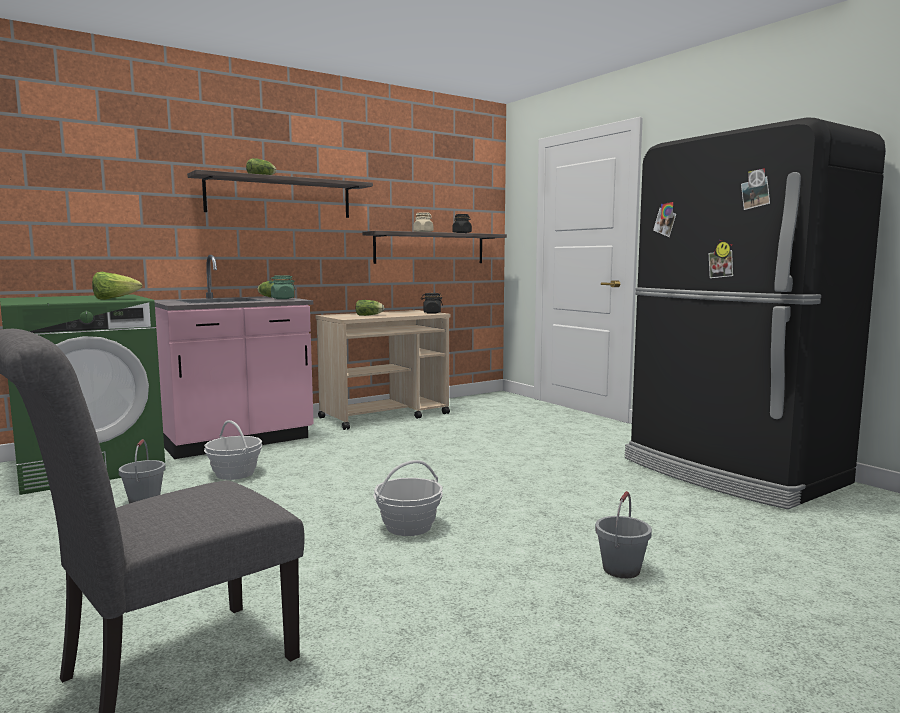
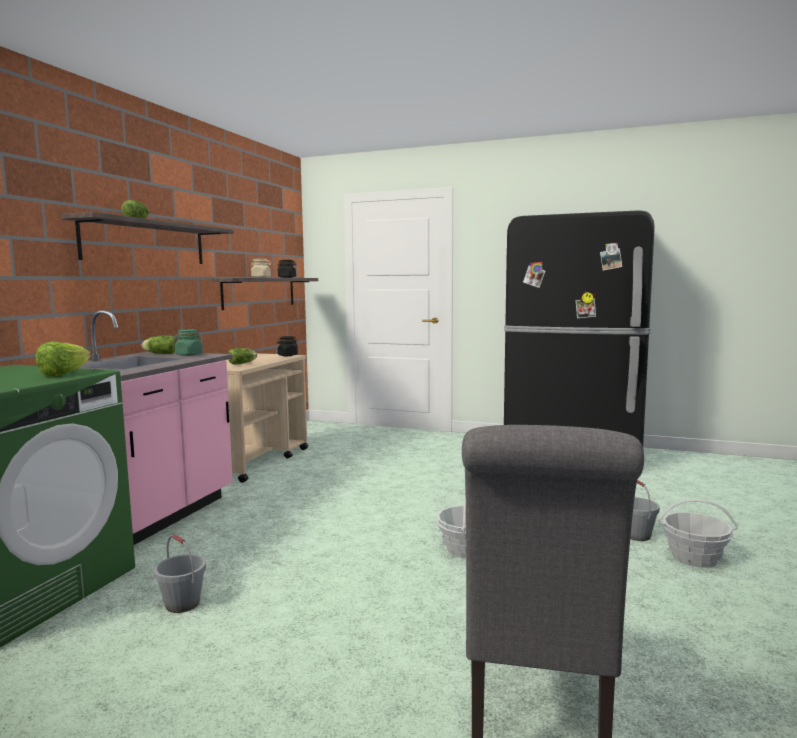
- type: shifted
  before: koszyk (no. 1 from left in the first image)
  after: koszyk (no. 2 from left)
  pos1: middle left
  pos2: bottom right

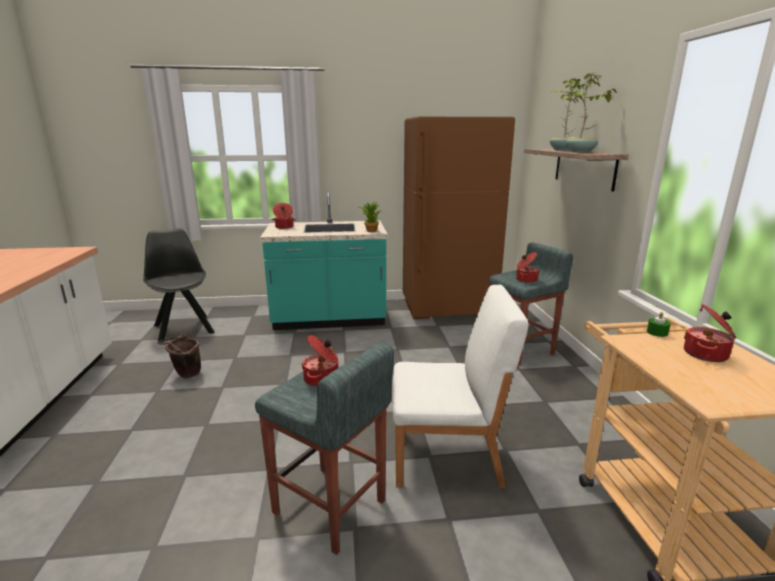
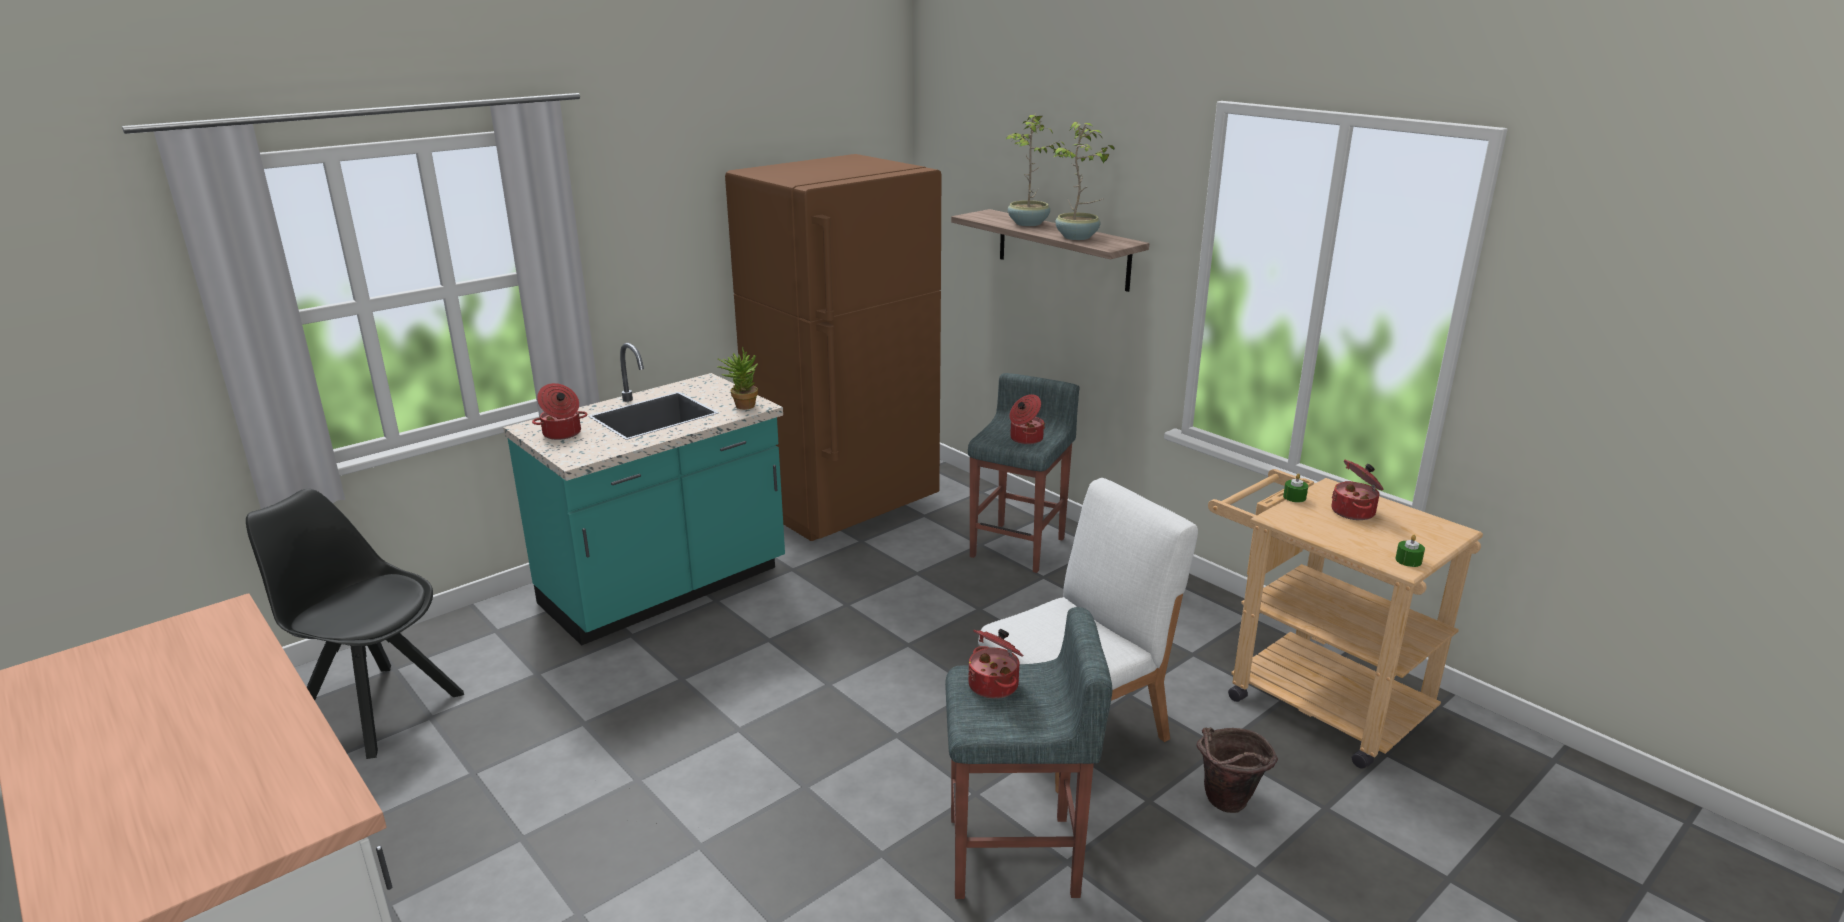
- type: shifted
  before: wiadro [brązowy]
  pos1: middle left
  pos2: bottom right
- type: new
  after: świeca [zielony] (no. 2 from left)
  pos2: middle right

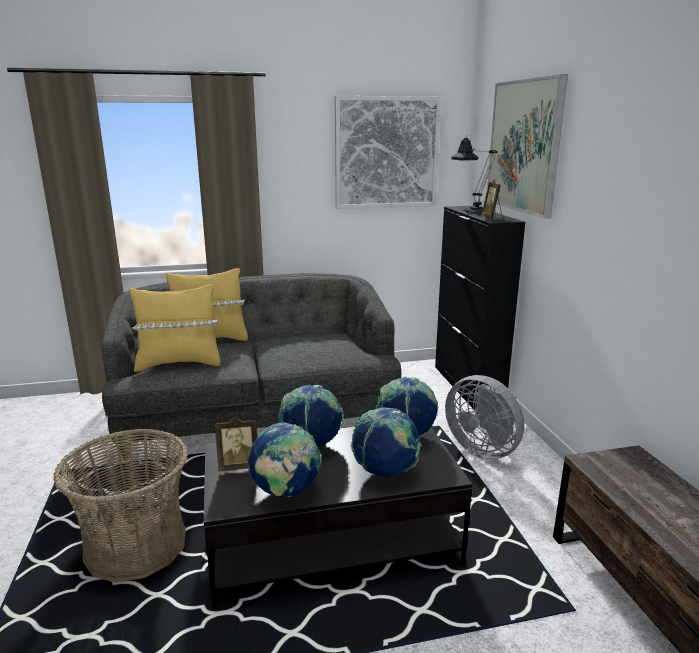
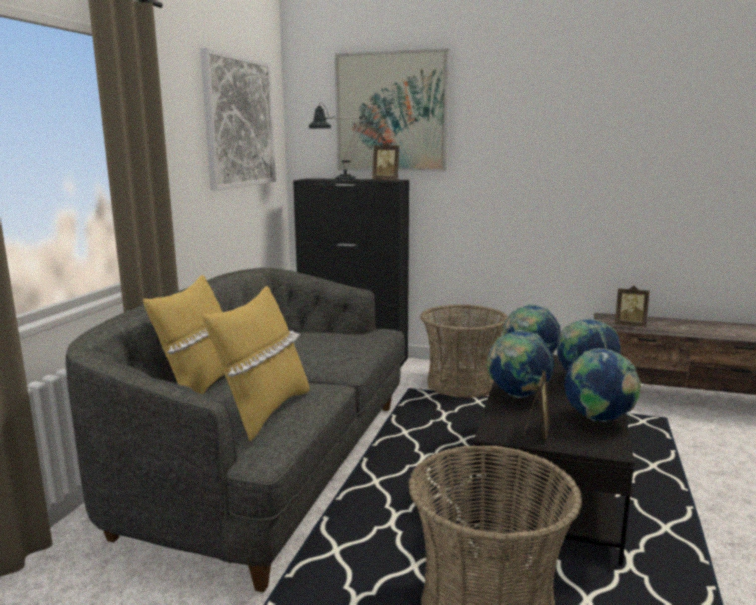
- type: swapped
  before: wentylator [szary]
  after: koszyk (no. 1 from left)
  pos1: middle right
  pos2: centre
- type: new
  after: ramka na zdjęcie (no. 3 from left)
  pos2: middle right

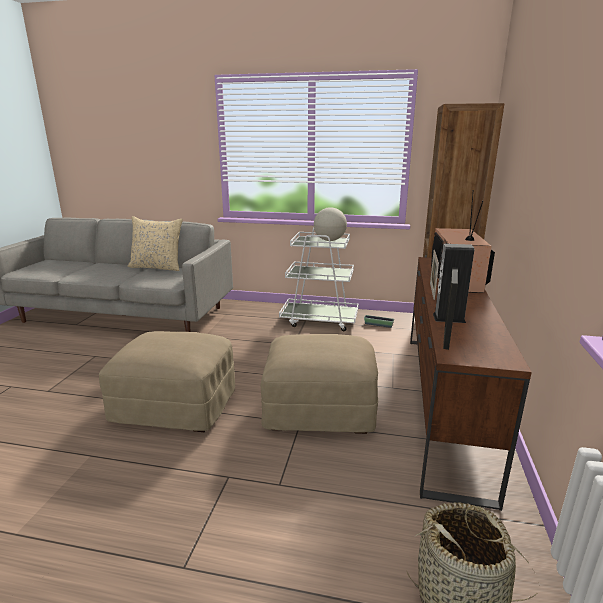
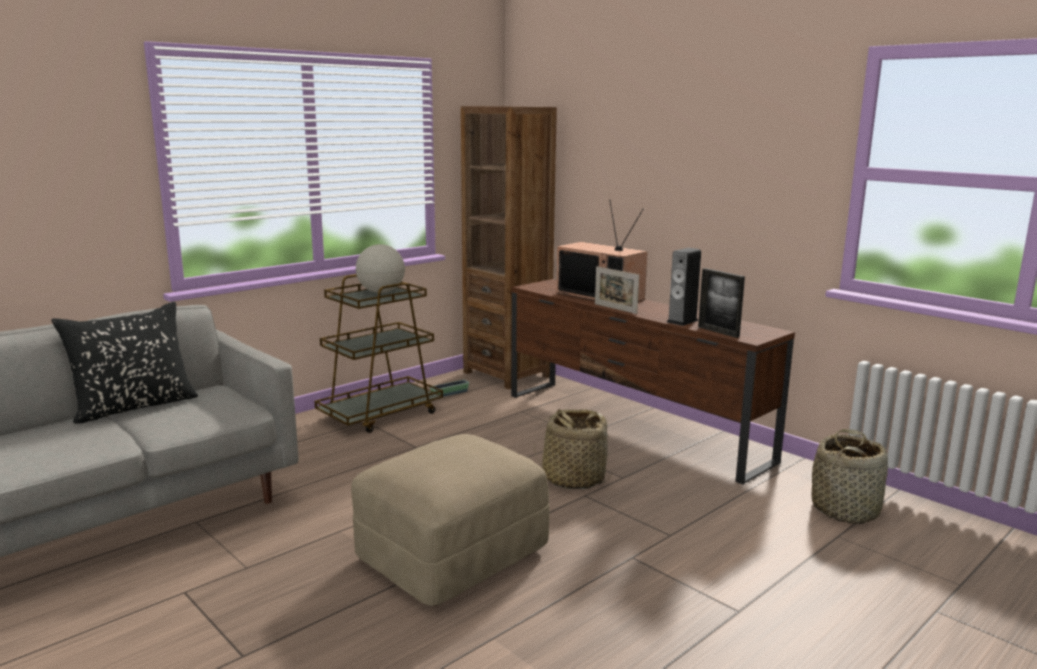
- type: repainted
  before: poduszka [beżowy]
  after: poduszka [czarny]
  pos1: middle left
  pos2: middle left
- type: repainted
  before: wózek [biały]
  after: wózek [brązowy]
  pos1: centre
  pos2: centre
- type: swapped
  before: pufa [beżowy] (no. 2 from left)
  after: koszyk (no. 1 from left)
  pos1: centre
  pos2: bottom centre

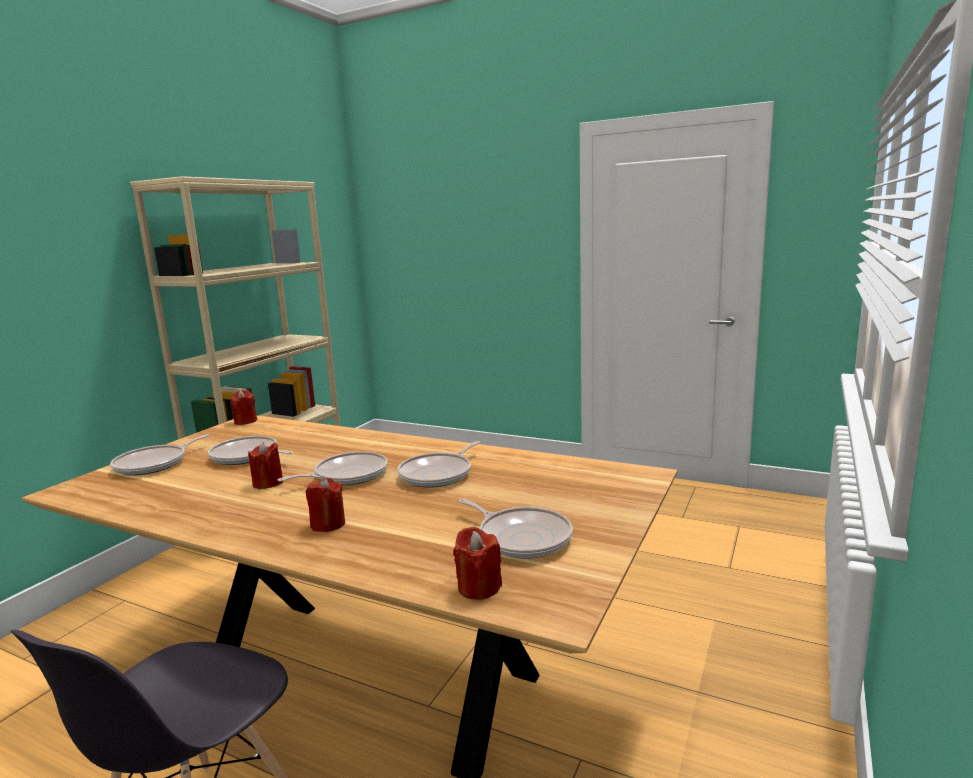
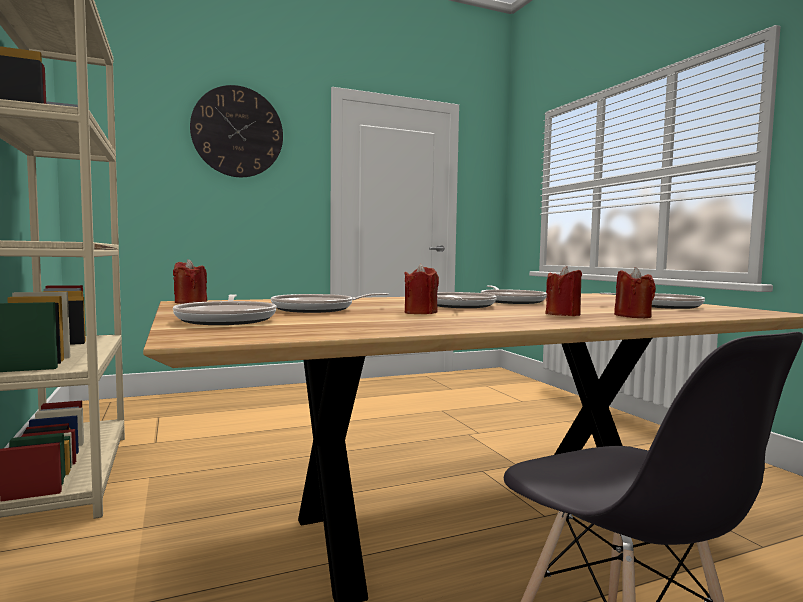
- type: new
  after: zegar ścienny
  pos2: top left
- type: shifted
  before: świeca [czerwony] (no. 4 from left)
  pos1: bottom centre
  pos2: middle right

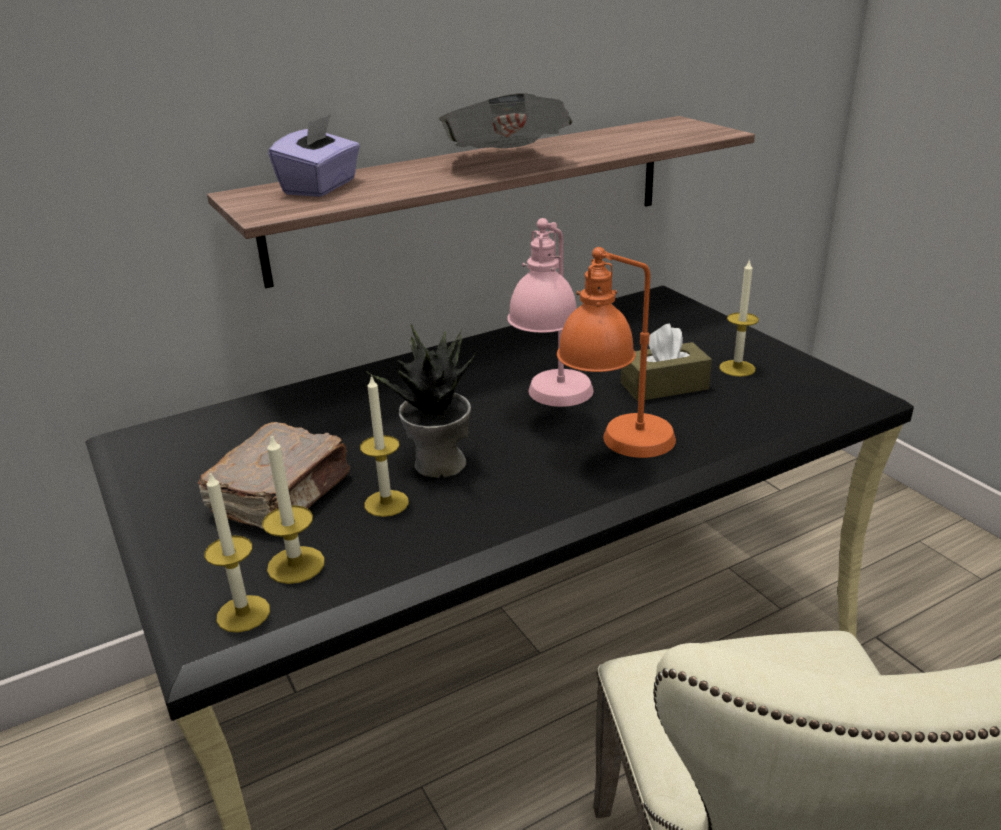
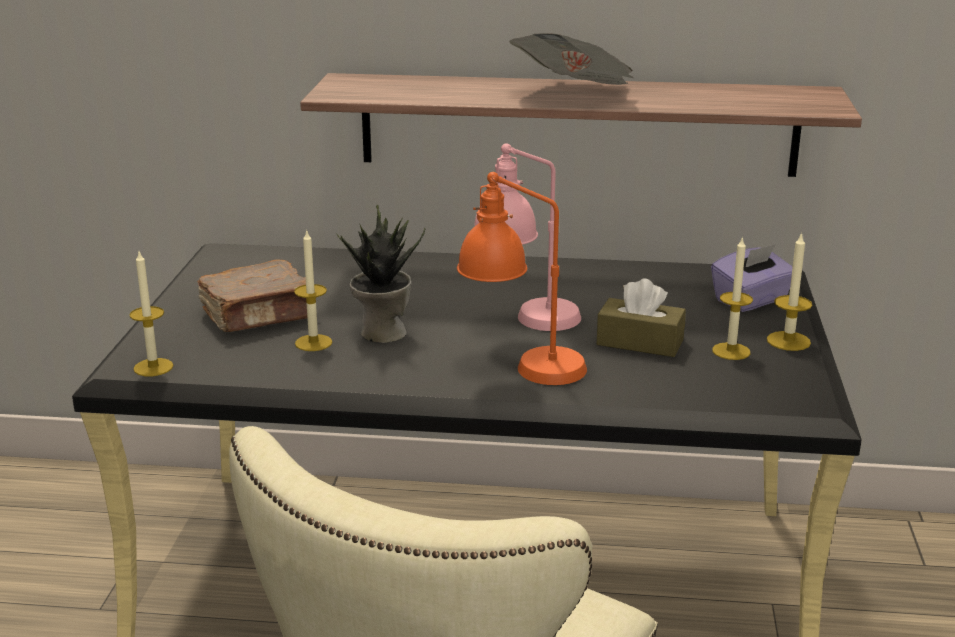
- type: shifted
  before: pudełko chusteczek [fioletowy]
  pos1: top left
  pos2: middle right
- type: shifted
  before: świeca (no. 2 from left in the first image)
  after: świeca (no. 4 from left)
  pos1: middle left
  pos2: middle right

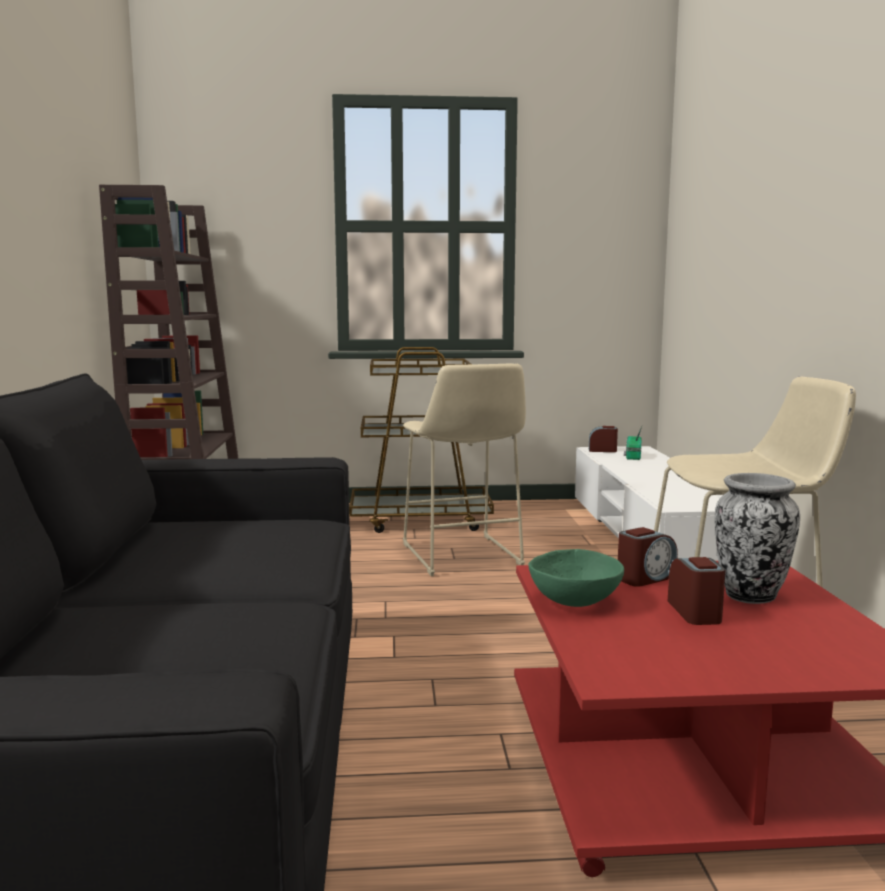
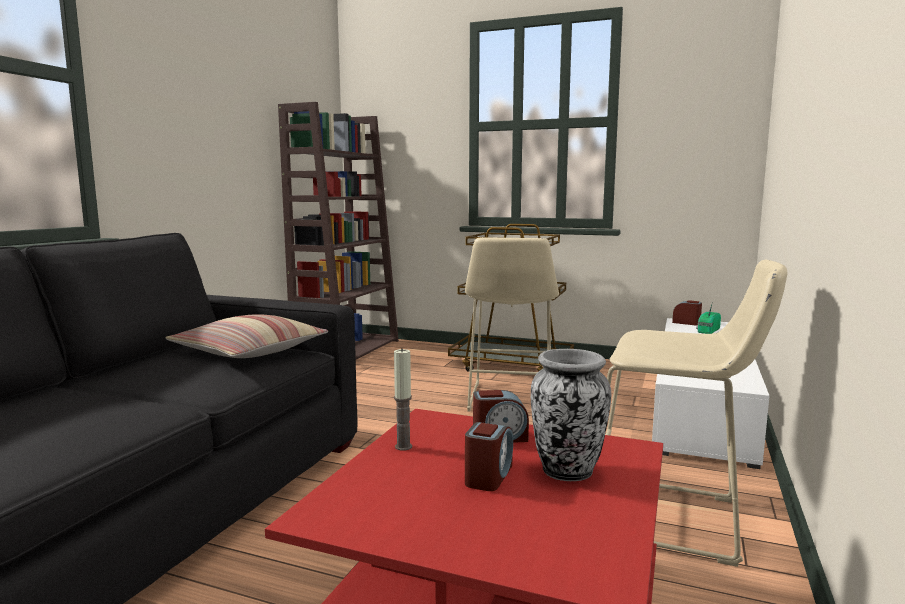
- type: new
  after: poduszka
  pos2: middle left
- type: swapped
  before: miska [zielony]
  after: świeca
  pos1: centre
  pos2: centre

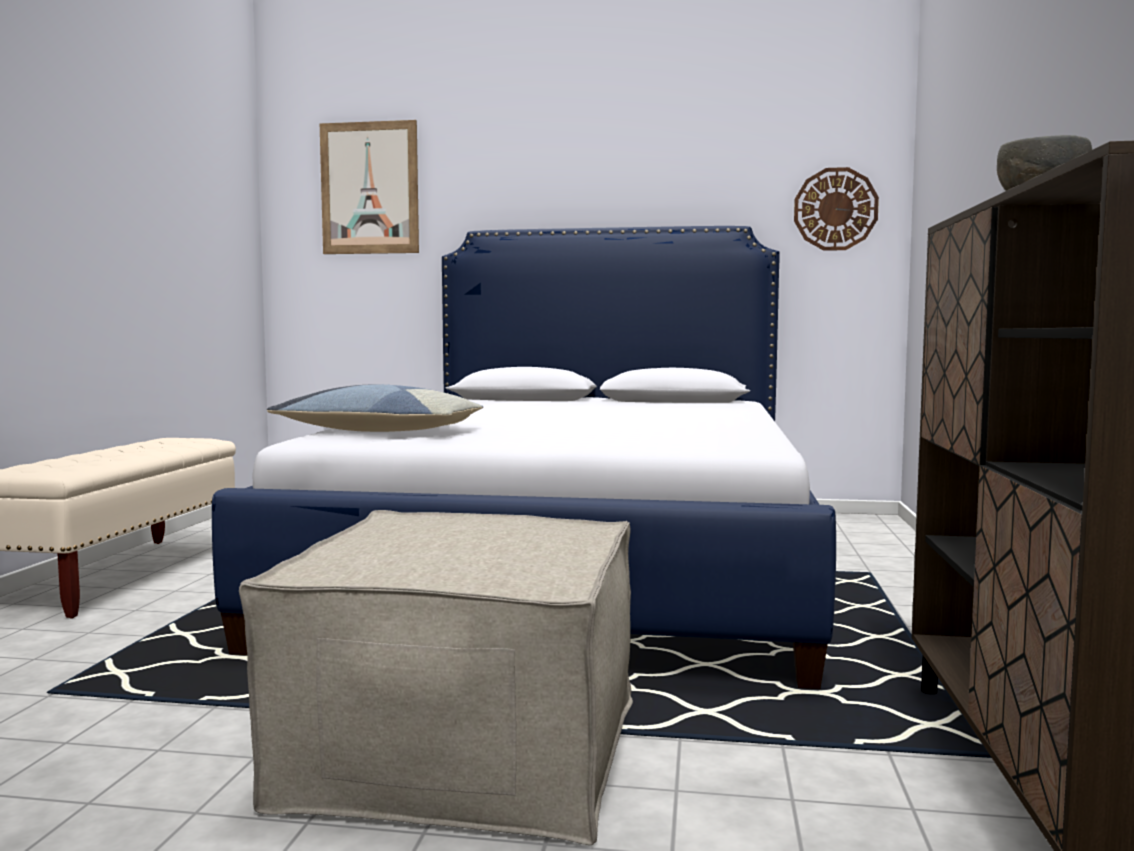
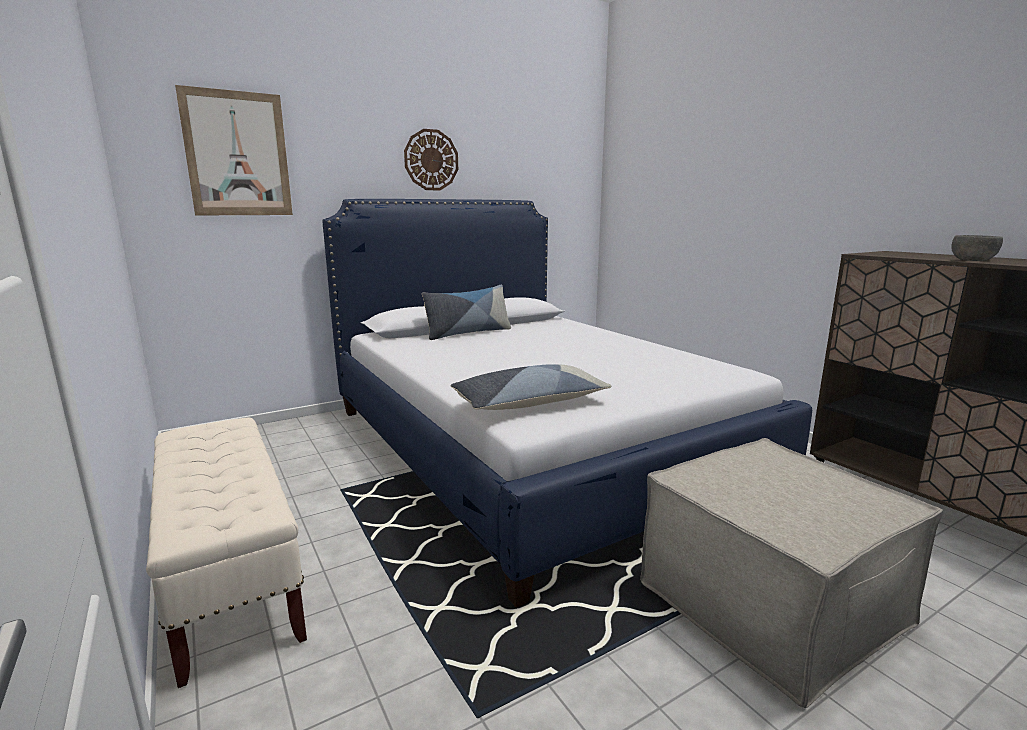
- type: shifted
  before: zegar ścienny
  pos1: top right
  pos2: top centre
- type: new
  after: poduszka (no. 1 from left)
  pos2: centre

